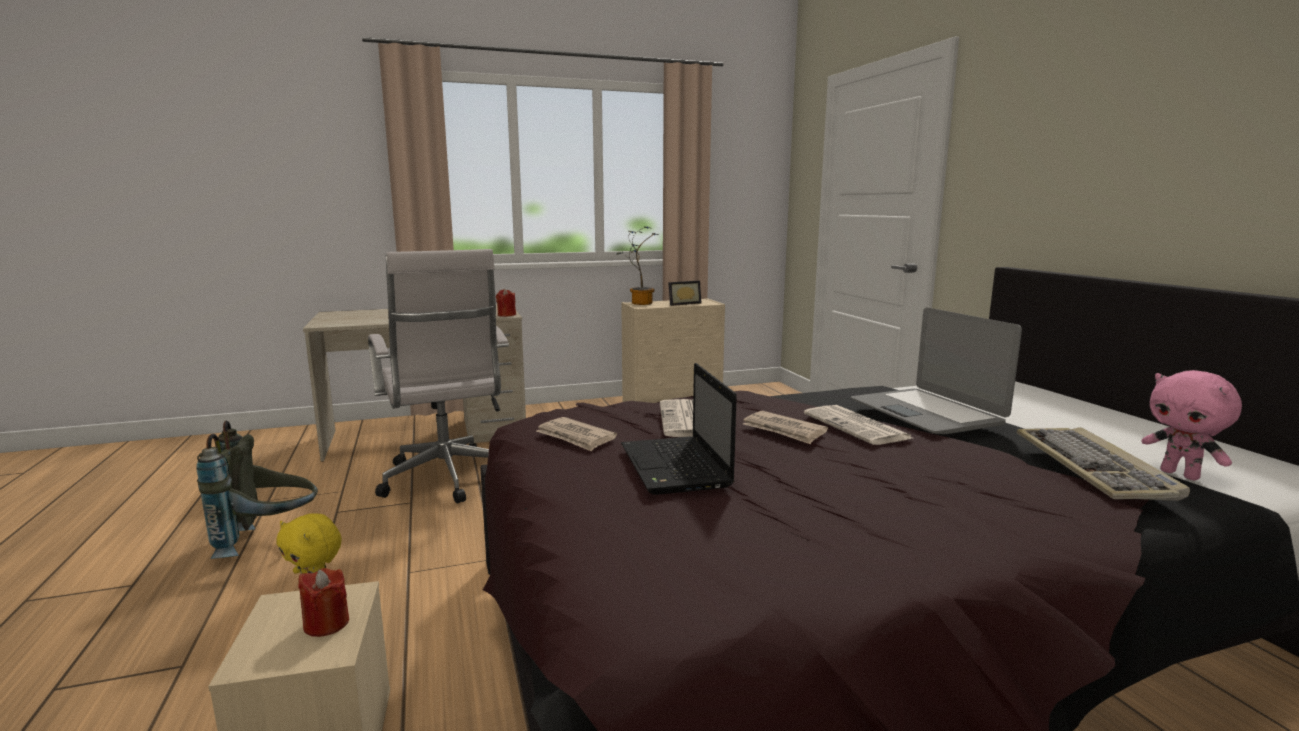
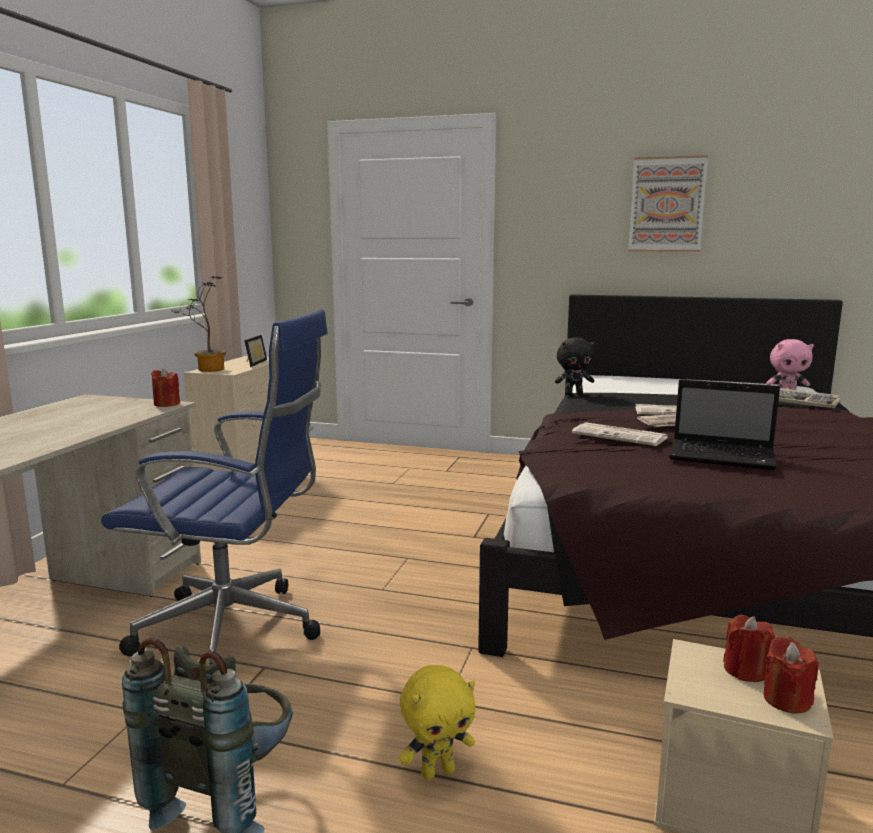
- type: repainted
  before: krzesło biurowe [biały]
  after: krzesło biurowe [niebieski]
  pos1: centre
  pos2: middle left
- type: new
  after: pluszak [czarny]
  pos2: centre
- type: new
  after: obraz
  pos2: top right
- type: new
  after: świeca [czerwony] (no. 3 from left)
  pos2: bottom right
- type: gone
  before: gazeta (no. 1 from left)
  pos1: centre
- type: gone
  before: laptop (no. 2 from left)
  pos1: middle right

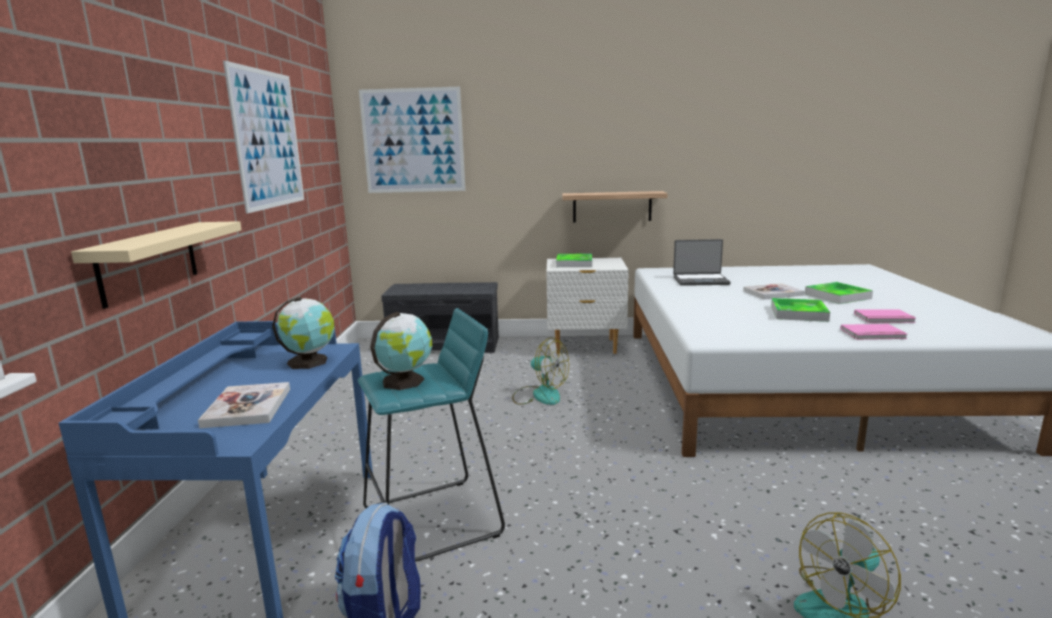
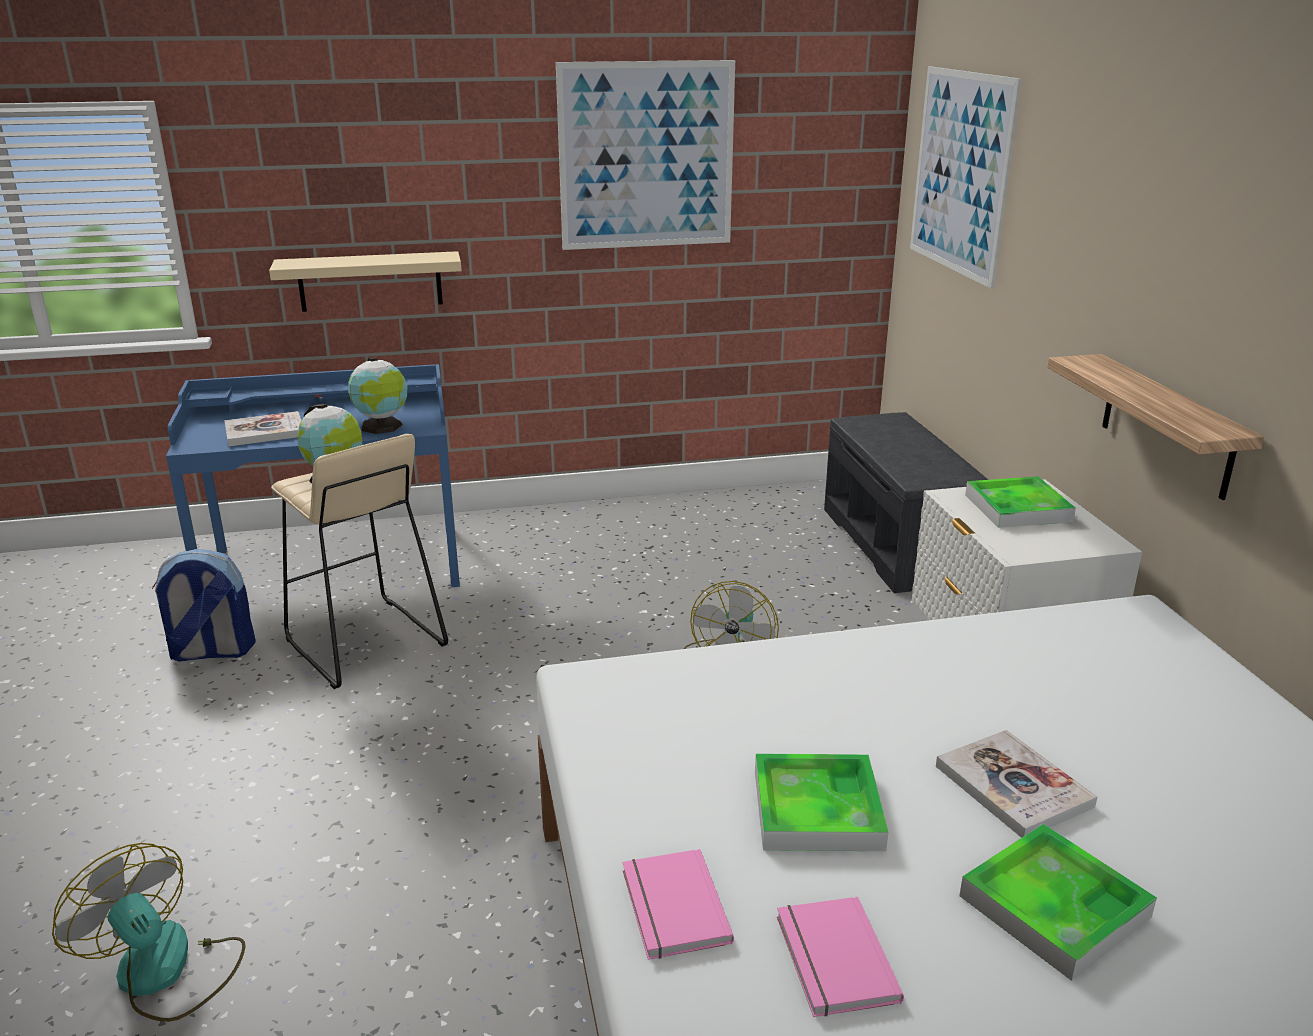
- type: repainted
  before: stołek [turkusowy]
  after: stołek [beżowy]
  pos1: bottom centre
  pos2: middle left
- type: gone
  before: laptop
  pos1: middle right

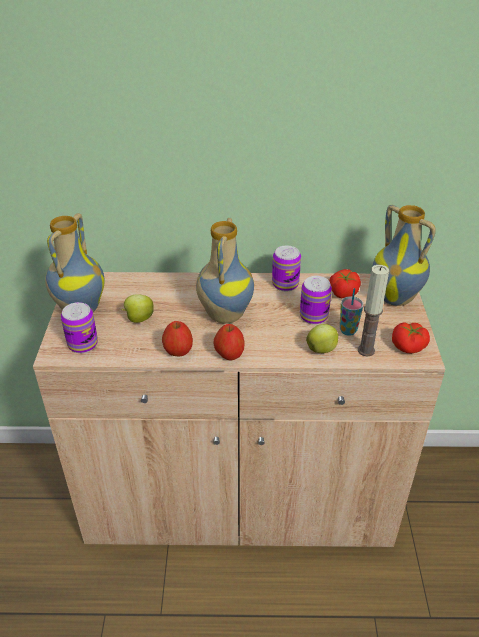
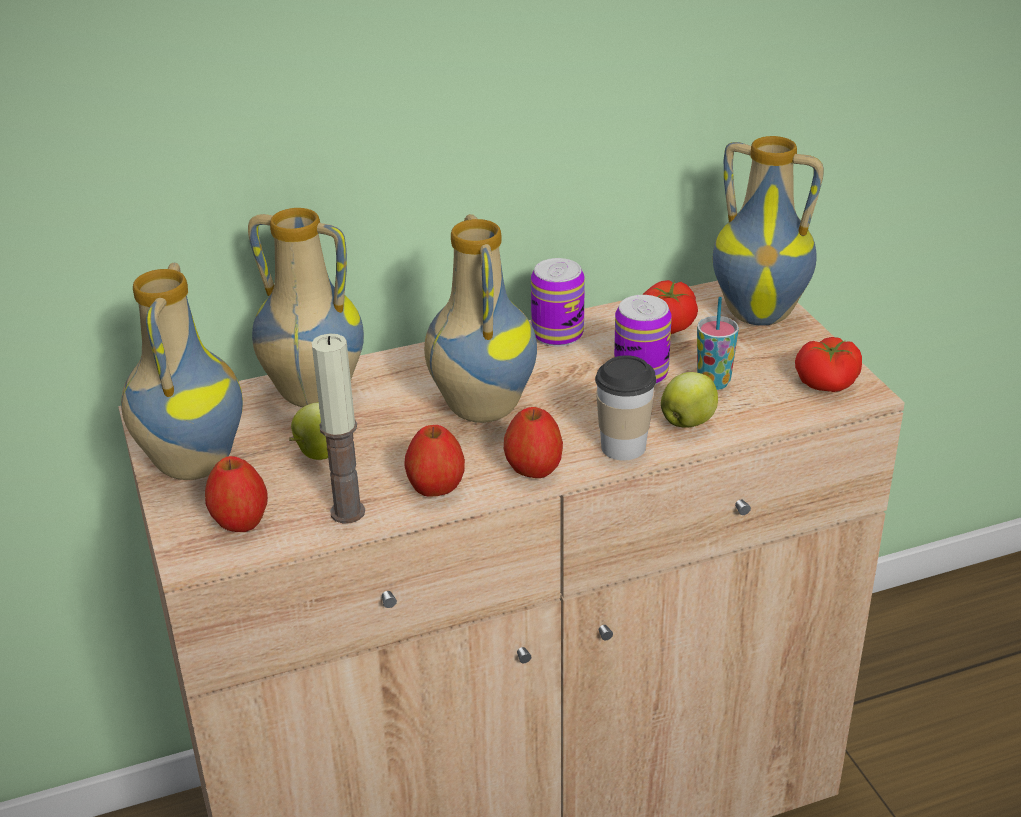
- type: swapped
  before: puszka (no. 1 from left)
  after: jabłko (no. 1 from left)
  pos1: middle left
  pos2: middle left
- type: new
  after: wazon (no. 2 from left)
  pos2: middle left
- type: shifted
  before: świeca
  pos1: middle right
  pos2: middle left
- type: new
  after: filiżanka (no. 1 from left)
  pos2: centre

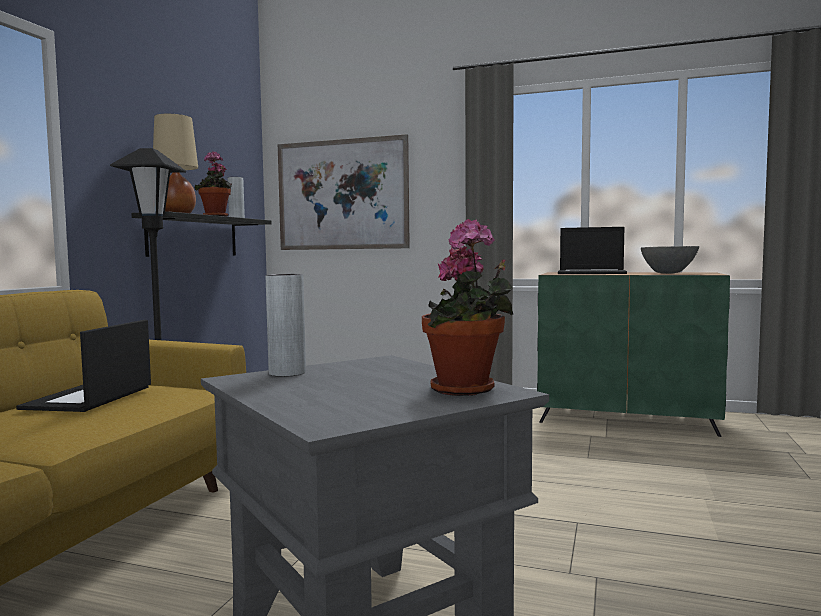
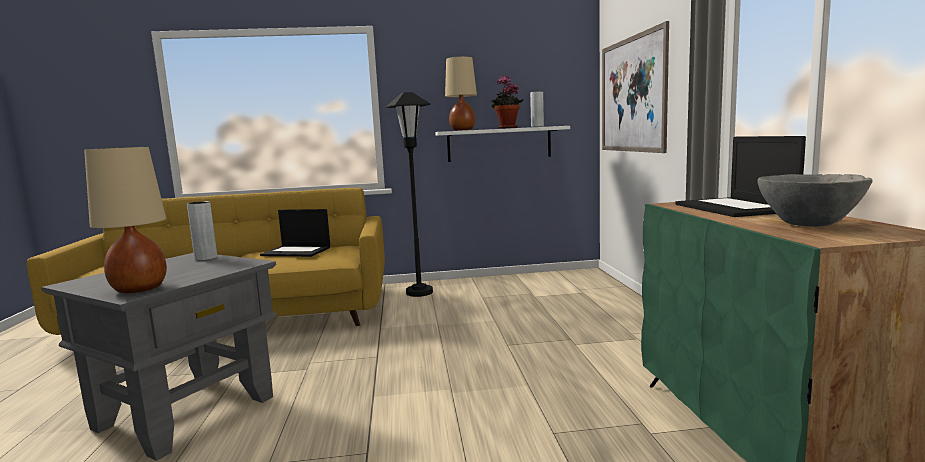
- type: swapped
  before: roślina doniczkowa (no. 2 from left)
  after: lampa stołowa [beżowy] (no. 1 from left)
  pos1: centre
  pos2: middle left
- type: rotated
  before: laptop (no. 1 from left)
  pos1: middle left
  pos2: middle left
  turn: -150
- type: repainted
  before: półka [czarny]
  after: półka [biały]
  pos1: middle left
  pos2: top centre

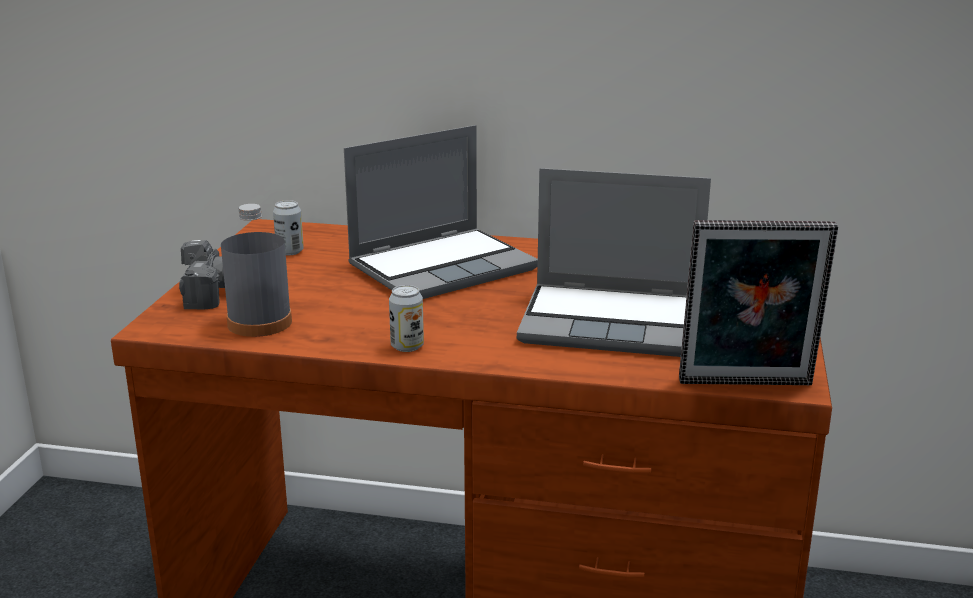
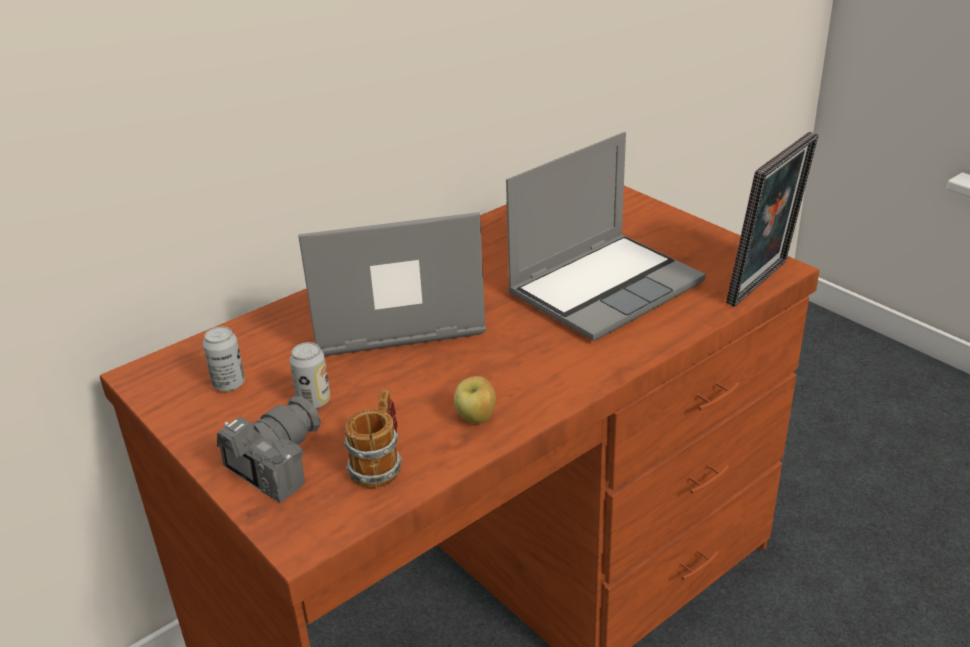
- type: shifted
  before: puszka (no. 2 from left)
  pos1: centre
  pos2: middle left
- type: rotated
  before: laptop (no. 1 from left)
  pos1: centre
  pos2: centre
  turn: -105
- type: swapped
  before: butelka [szary]
  after: kubek
  pos1: middle left
  pos2: bottom centre
- type: new
  after: jabłko
  pos2: centre

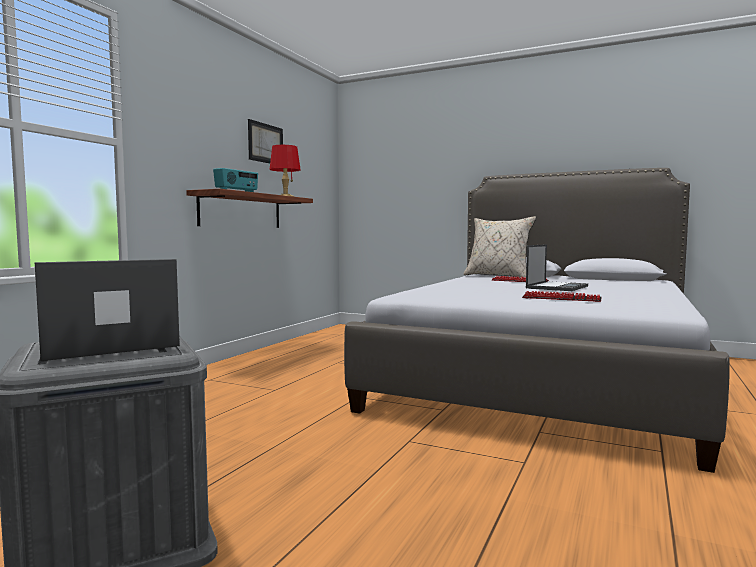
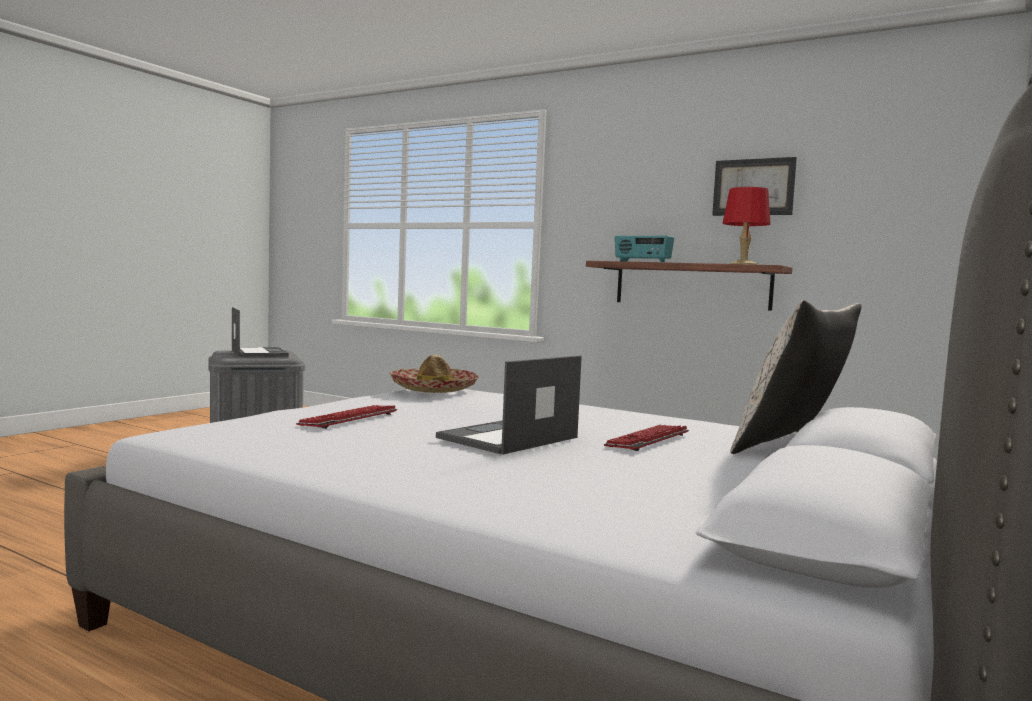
- type: new
  after: kapelusz
  pos2: centre
- type: rotated
  before: laptop (no. 2 from left)
  pos1: middle right
  pos2: centre
  turn: 90

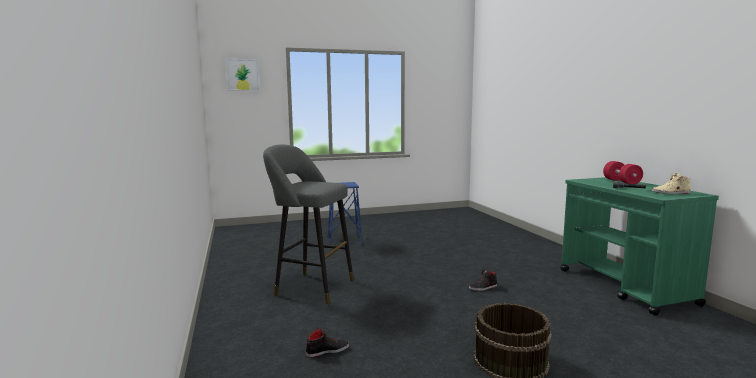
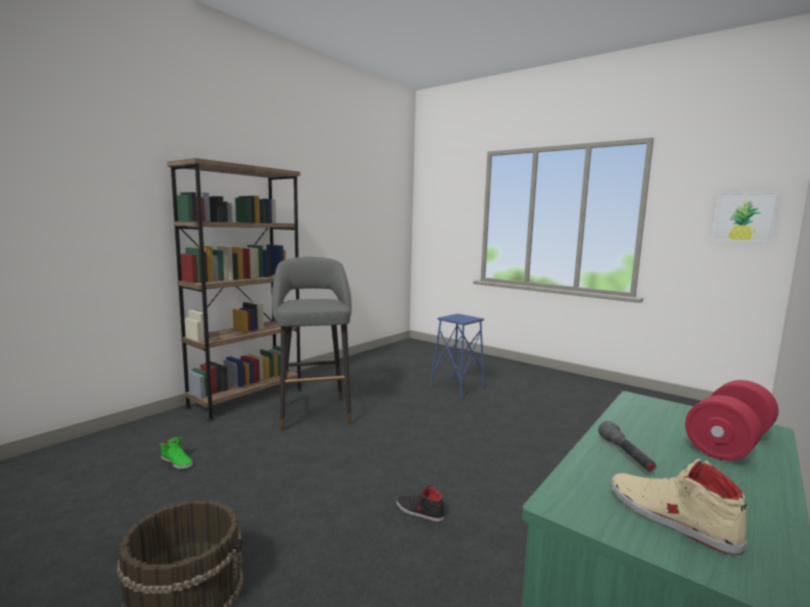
- type: repainted
  before: but [czarny] (no. 1 from left)
  after: but [zielony]
  pos1: bottom centre
  pos2: bottom left
- type: new
  after: regał [brązowy]
  pos2: middle left
- type: shifted
  before: obraz
  pos1: top left
  pos2: middle right

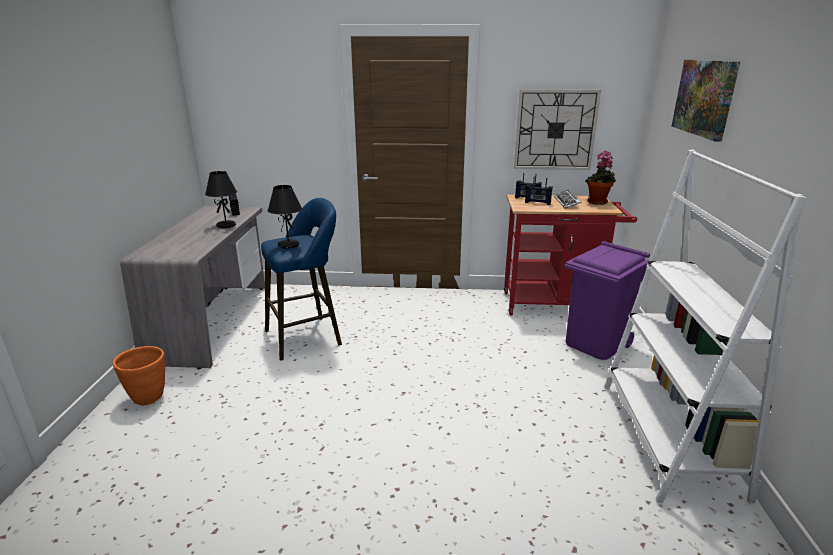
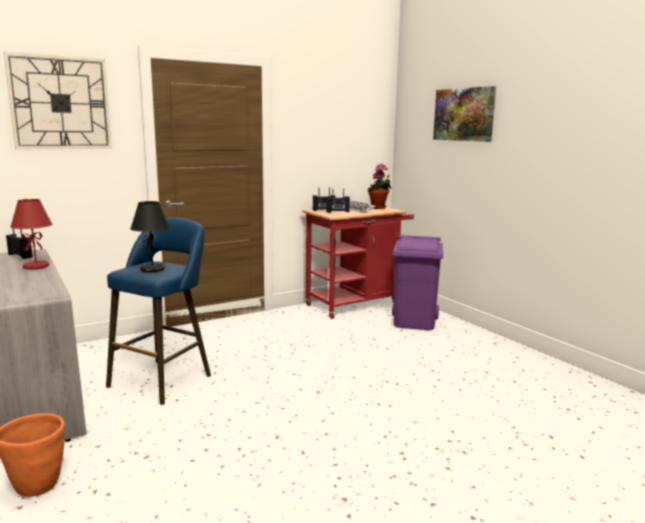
- type: shifted
  before: zegar ścienny
  pos1: top right
  pos2: top left
- type: repainted
  before: lampa stołowa [czarny] (no. 1 from left)
  after: lampa stołowa [czerwony]
  pos1: middle left
  pos2: middle left
- type: gone
  before: regał [biały]
  pos1: middle right

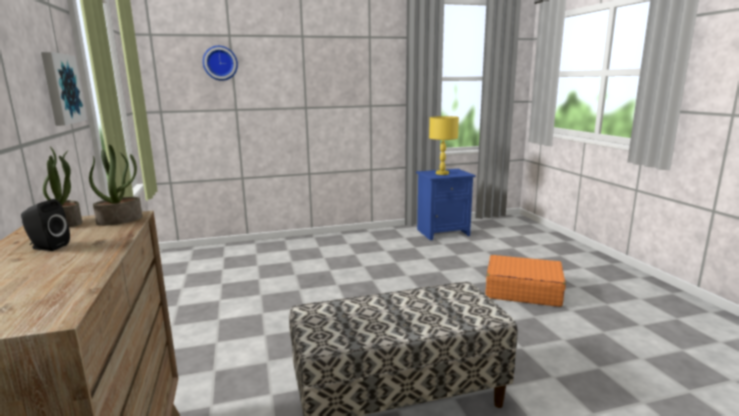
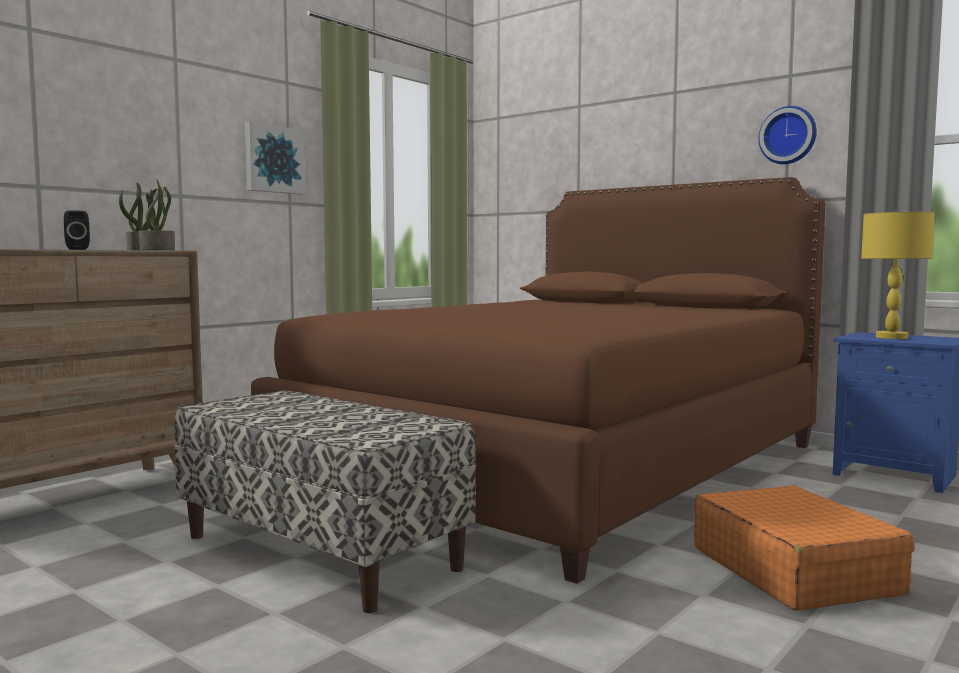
- type: new
  after: łóżko [brązowy]
  pos2: centre
- type: shifted
  before: zegar ścienny
  pos1: top left
  pos2: top right

